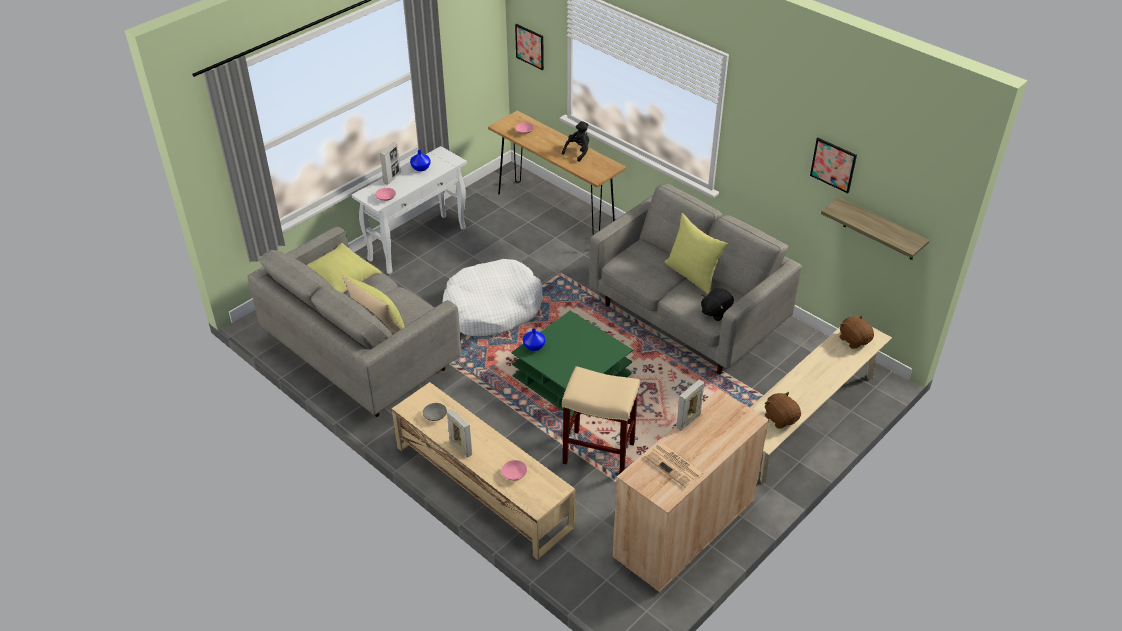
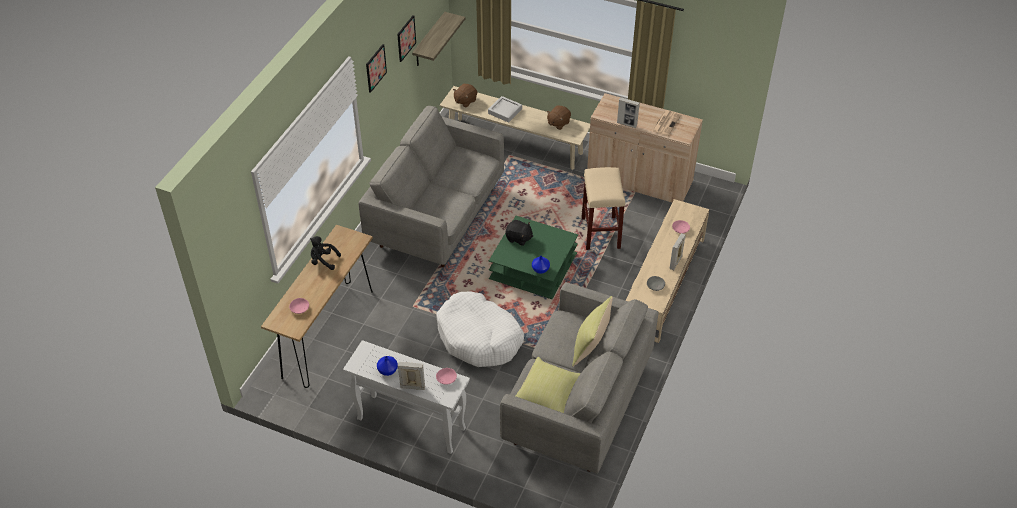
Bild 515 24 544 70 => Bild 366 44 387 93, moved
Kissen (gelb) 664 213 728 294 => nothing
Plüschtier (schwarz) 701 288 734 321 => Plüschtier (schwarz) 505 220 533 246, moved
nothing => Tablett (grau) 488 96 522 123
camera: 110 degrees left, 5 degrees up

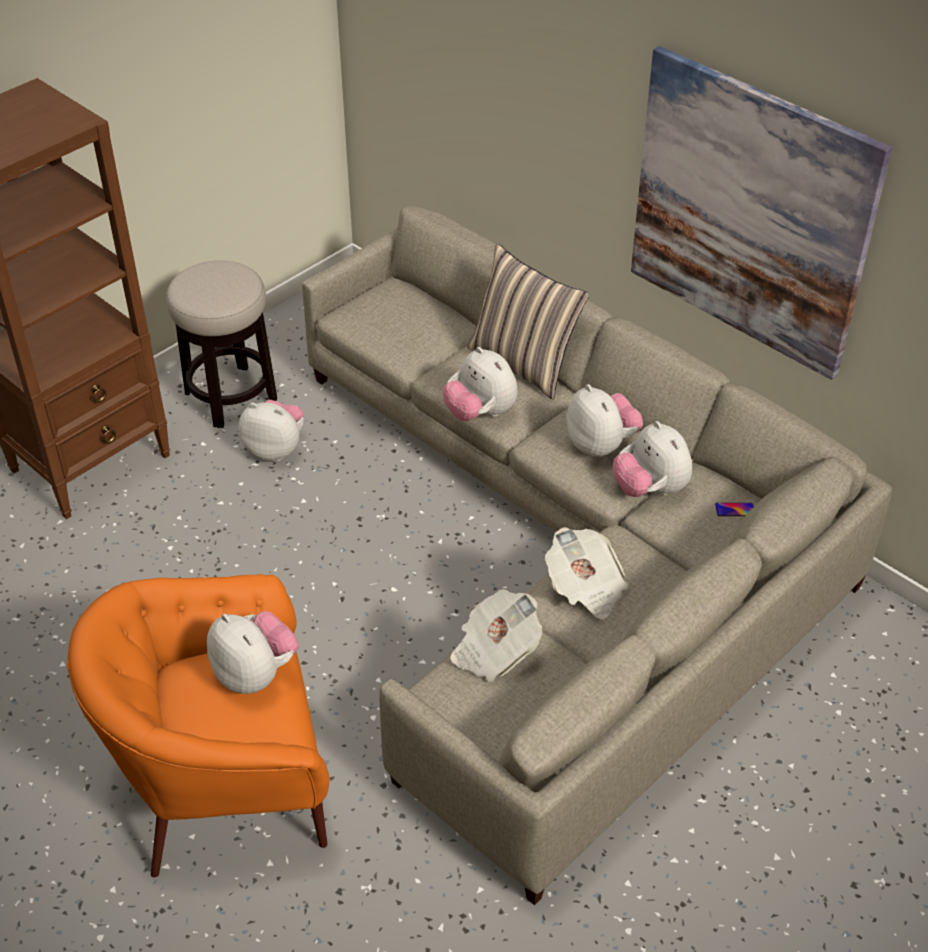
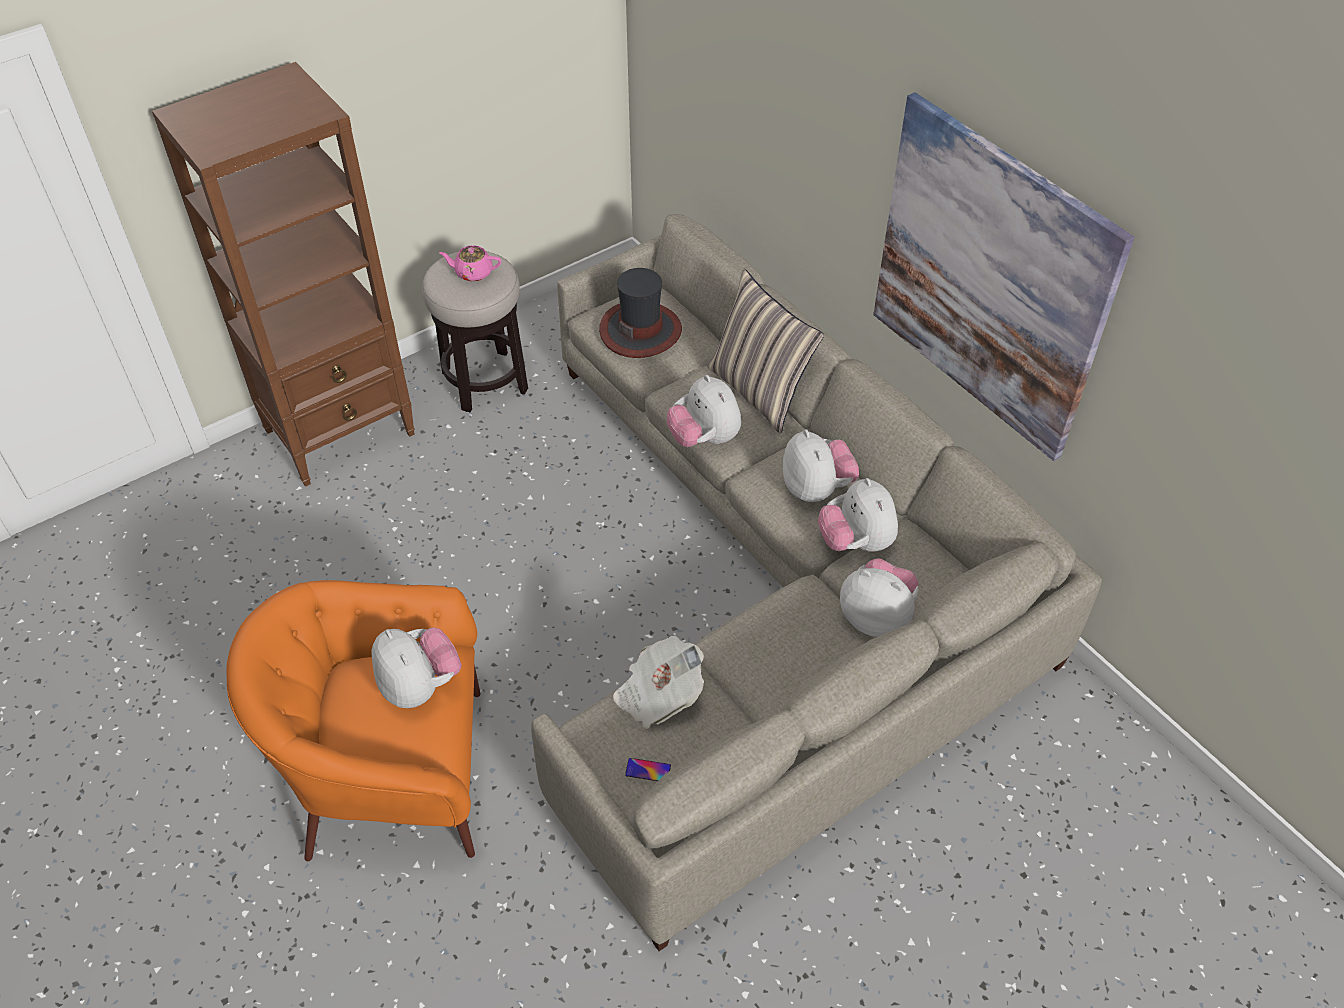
Plüschtier 239 400 304 460 => Plüschtier 840 558 919 637, moved
Handy 715 503 753 516 => Handy 625 758 671 781, moved
Zeitung 545 527 629 619 => nothing
nothing => Teekanne (rosa) 439 245 501 282
nothing => Hut 599 268 682 358
camera: 10 degrees right, 5 degrees up

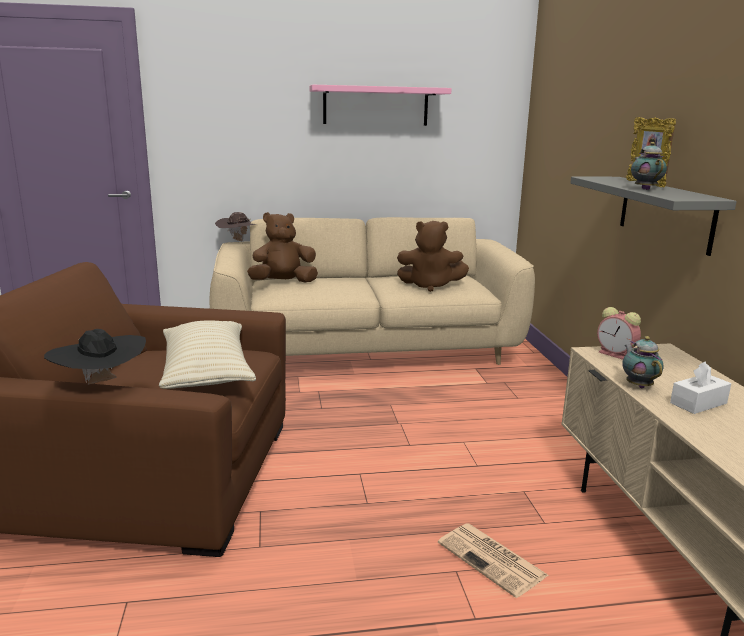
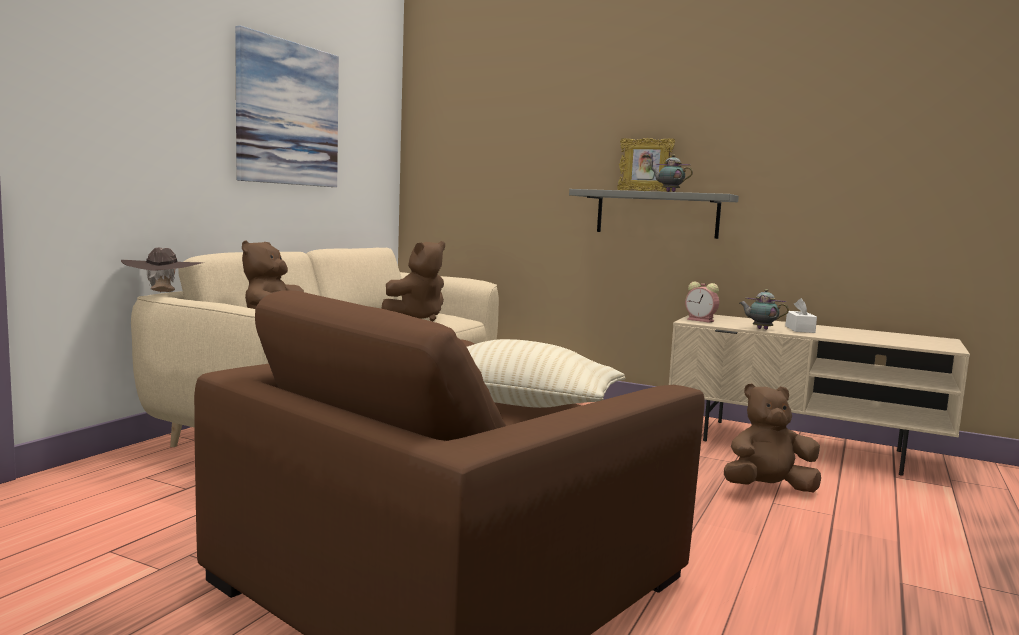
Wandregal (rosa) 309 85 452 126 => Bild 235 25 339 187
Wecker 597 307 641 360 => Wecker 685 282 719 323, 45 degrees clockwise
Hut (schwarz) 44 329 146 384 => nothing
Zeitung 438 524 548 598 => Plüschtier (braun) 724 383 821 493
camera: 55 degrees left, 10 degrees down

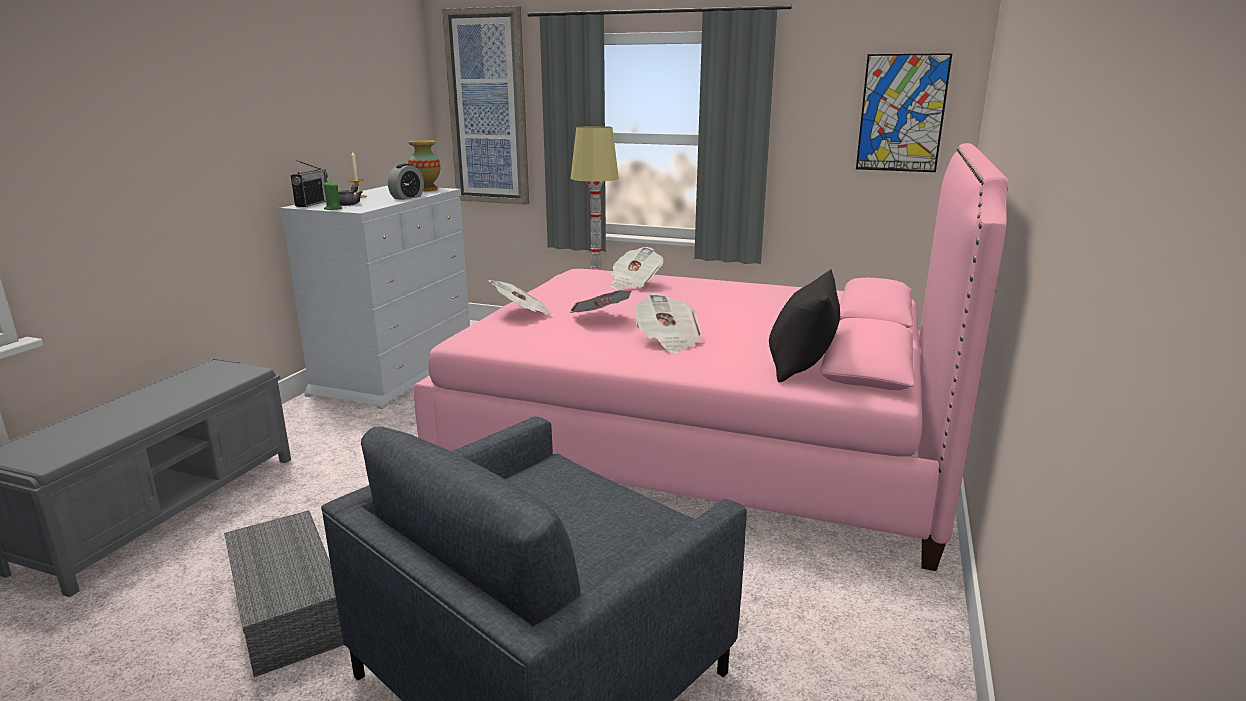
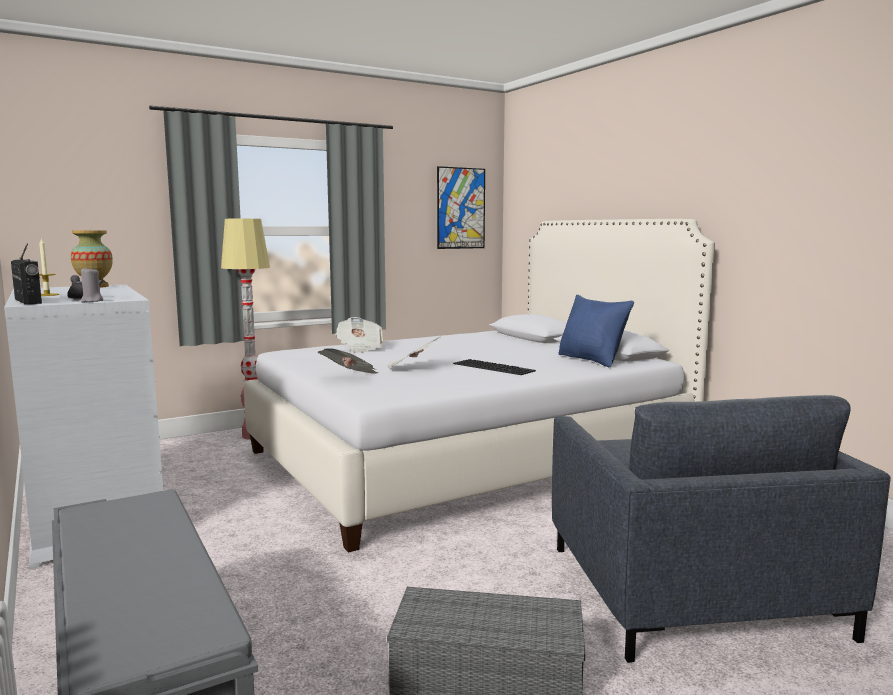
Bild 442 6 529 205 => nothing
Bett (rosa) 414 143 1008 571 => Bett (weiß) 244 219 715 553
Wecker 388 164 424 200 => nothing
Kerze (grün) 324 182 342 210 => Kerze (grau) 80 267 103 302
Kissen (schwarz) 769 269 840 382 => Kissen (blau) 558 295 634 367
Zeitung 635 294 702 353 => Tastatur 453 359 536 375
camera: 50 degrees left, 10 degrees down

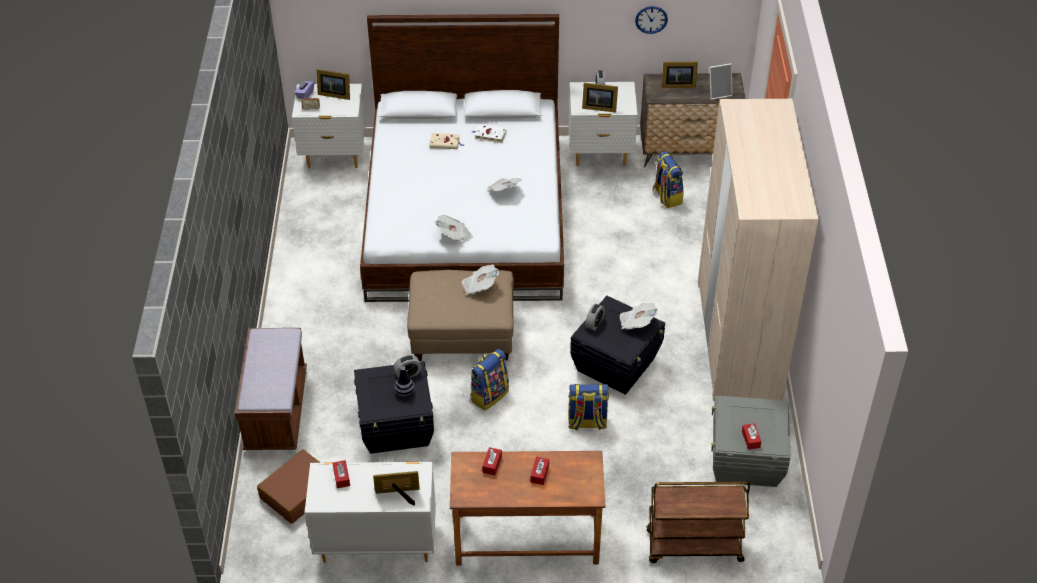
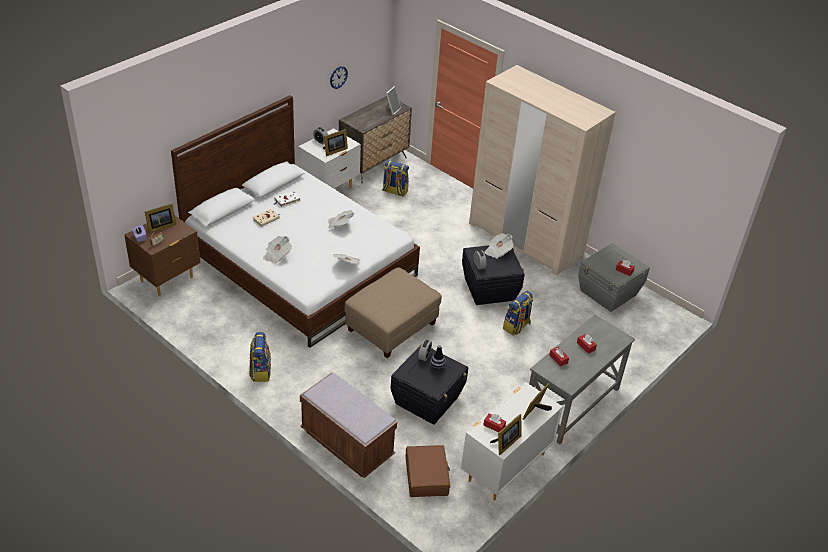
Bilderrahmen 662 62 698 88 => Bilderrahmen 490 414 522 455, moved
Nachttisch (weiß) 292 84 366 168 => Nachttisch (braun) 124 216 200 296
Zeitung 462 264 499 295 => Zeitung 263 236 292 263, moved
Rucksack 470 349 509 411 => Rucksack 249 332 271 382, moved
Schreibtisch (braun) 450 451 606 566 => Schreibtisch (grau) 529 315 635 445
Rollwagen (braun) 646 482 750 563 => nothing
camera: 50 degrees left, 5 degrees down

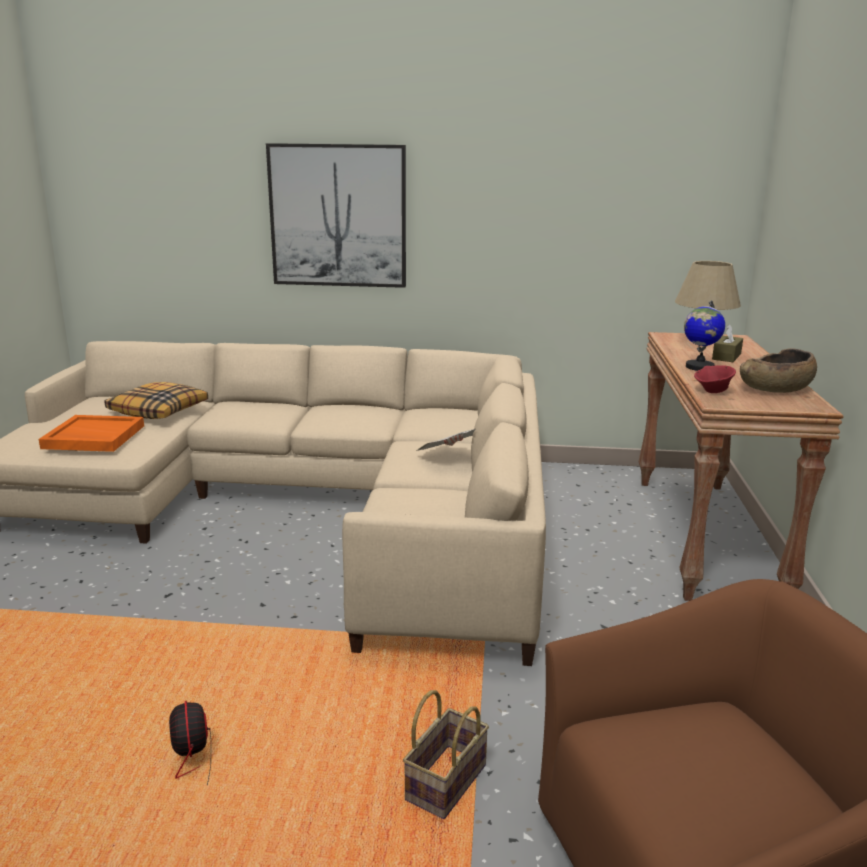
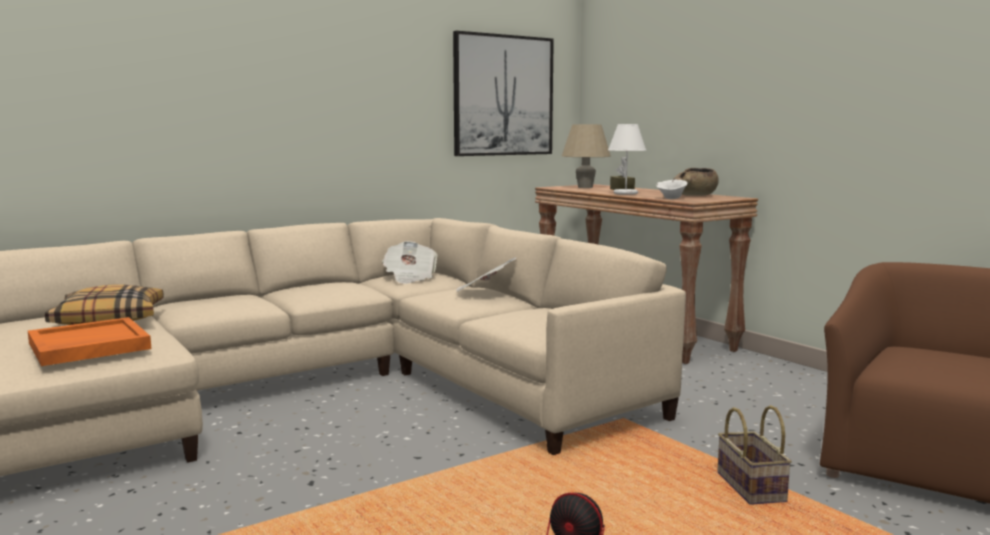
Bild 266 143 406 288 => Bild 453 31 554 156, moved
Globus 684 300 725 371 => Tischlampe (weiß) 608 124 646 195
Schüssel (rot) 694 365 736 393 => Schüssel (weiß) 656 180 688 199
nothing => Zeitung 382 241 438 284
camera: 40 degrees left, 10 degrees down

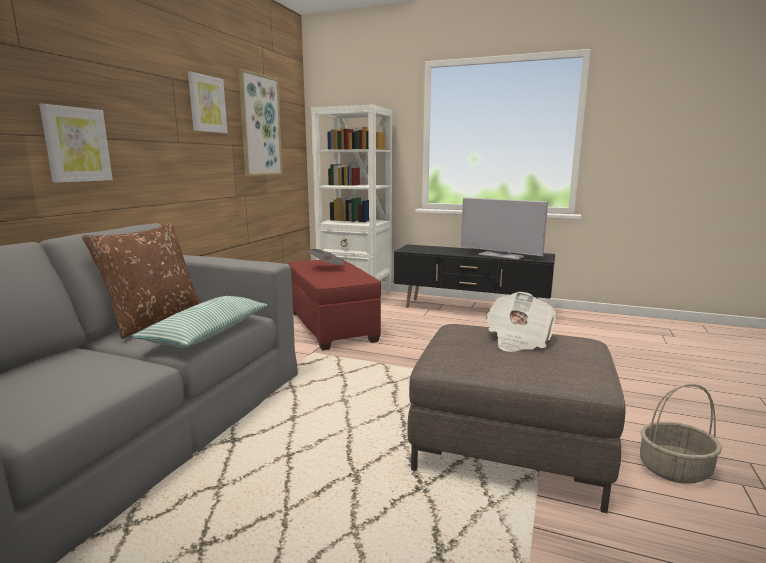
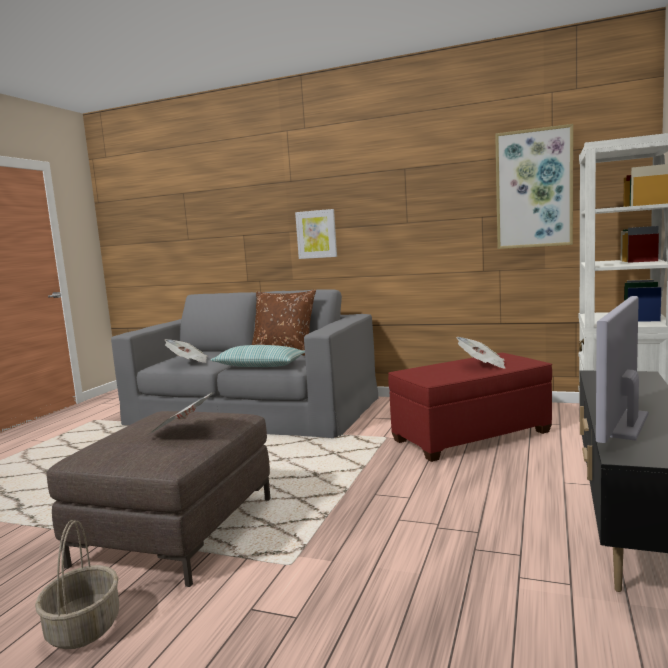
Bild 188 72 228 133 => nothing
nothing => Zeitung 165 339 208 363
camera: 90 degrees right, 5 degrees down

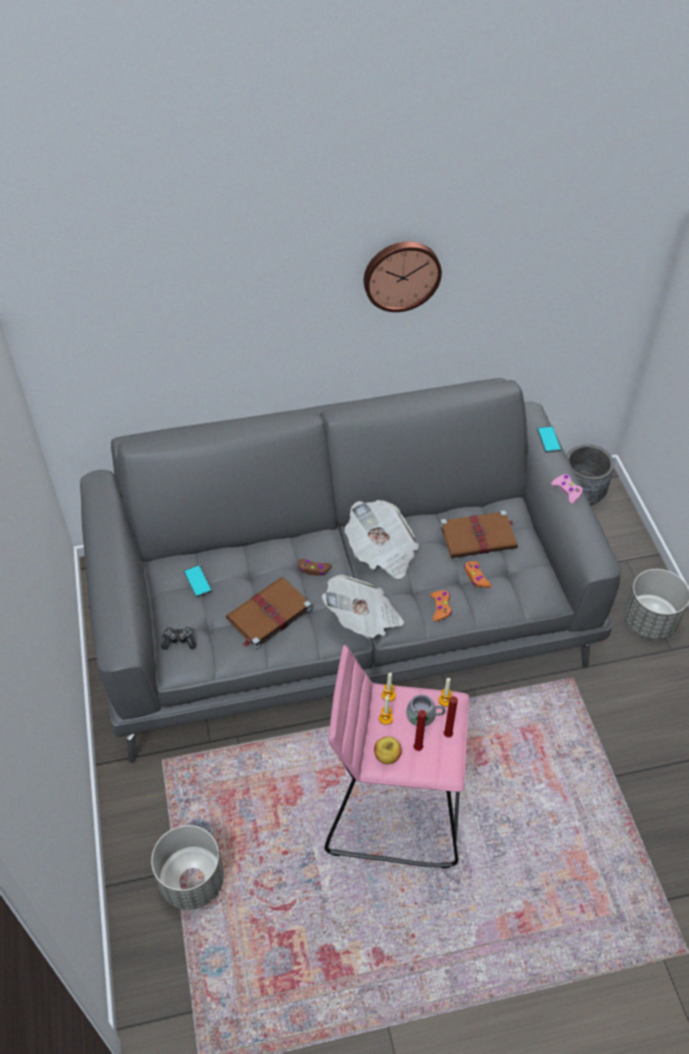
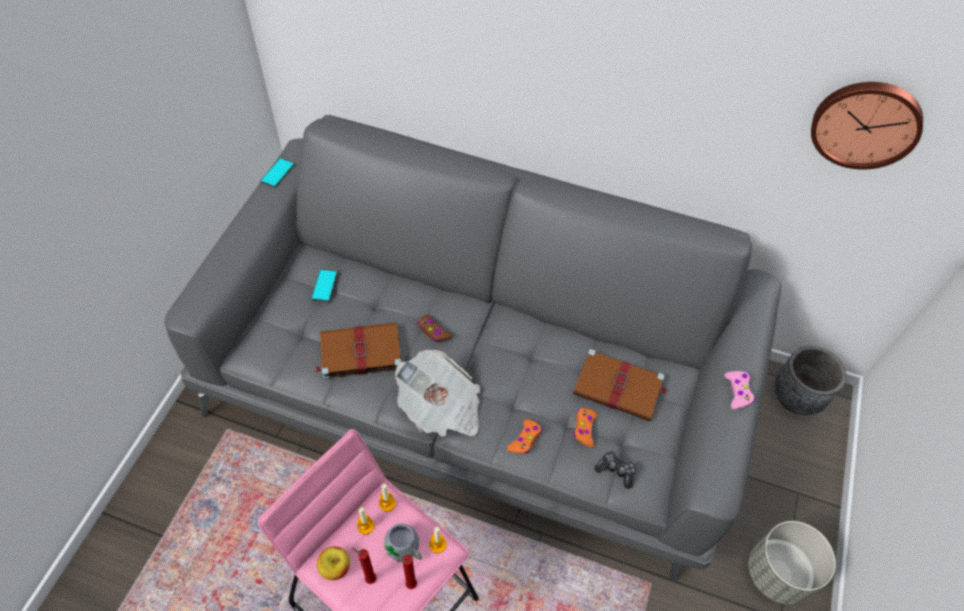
Wanduhr 364 242 442 312 => Wanduhr 811 82 923 170, moved
Handy 537 426 561 453 => Handy 260 158 295 188, moved
Zeitung 345 500 419 579 => nothing
Gamepad 161 626 196 650 => Gamepad 595 451 636 489, moved
Pflanzkübel (grau) 151 825 224 910 => nothing
camera: 30 degrees right, 5 degrees up

